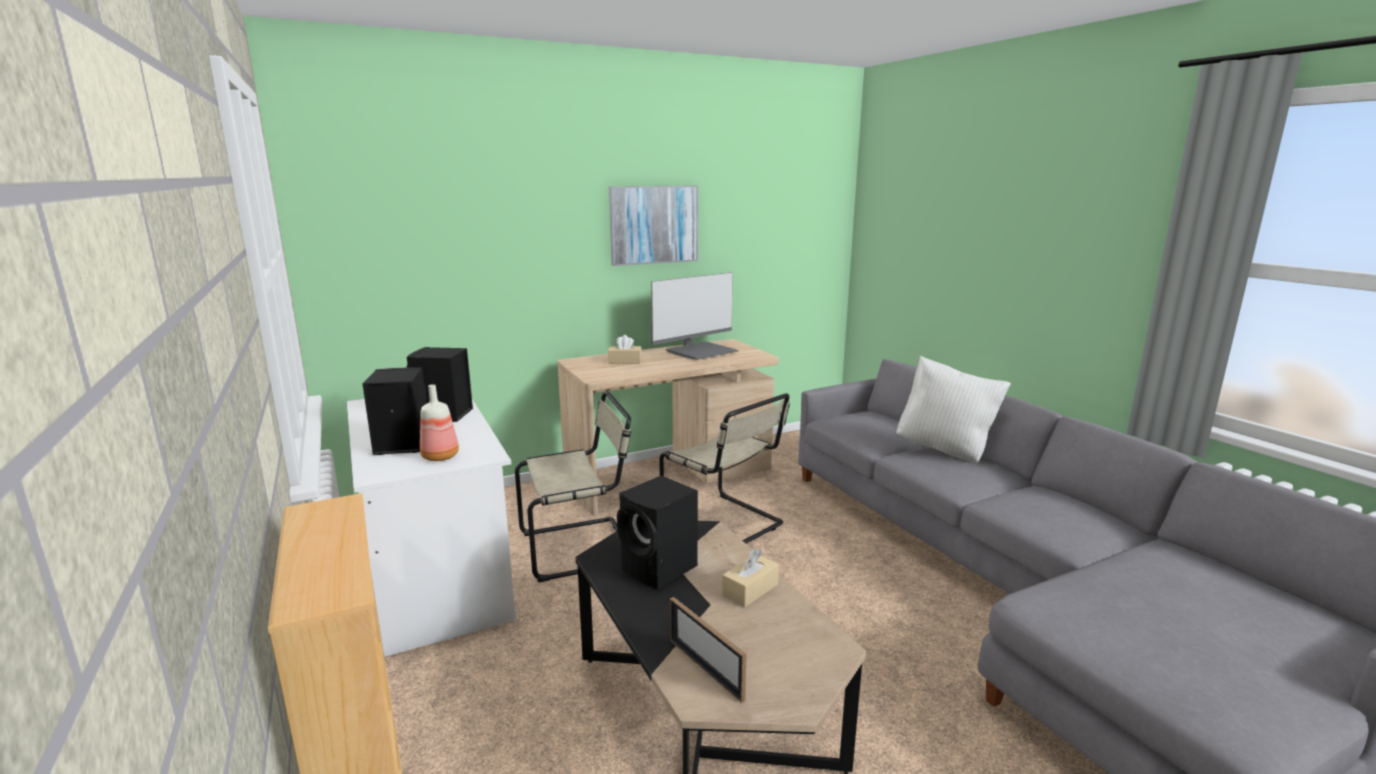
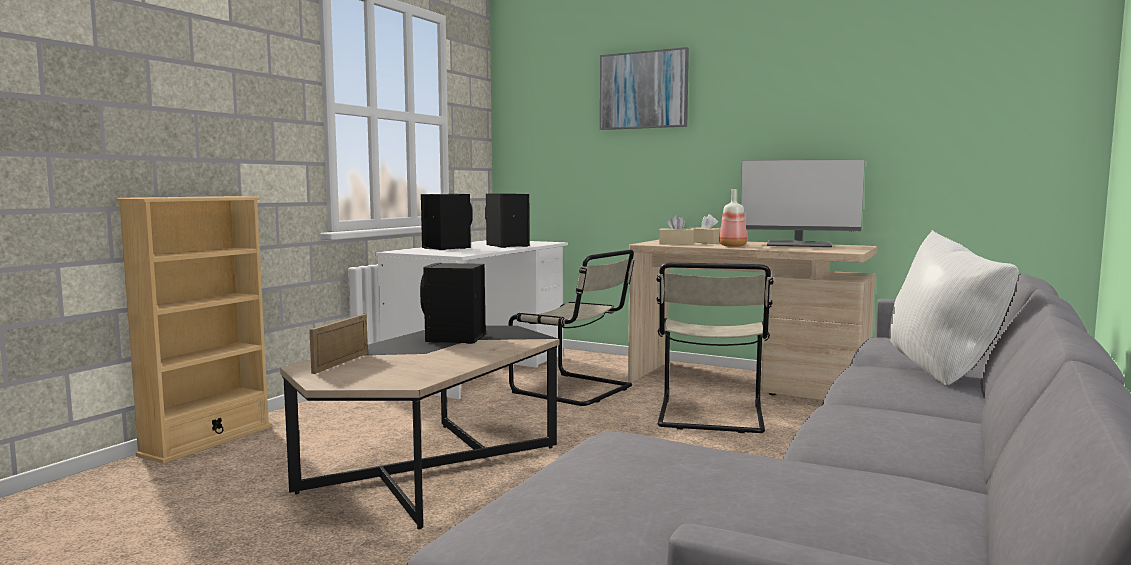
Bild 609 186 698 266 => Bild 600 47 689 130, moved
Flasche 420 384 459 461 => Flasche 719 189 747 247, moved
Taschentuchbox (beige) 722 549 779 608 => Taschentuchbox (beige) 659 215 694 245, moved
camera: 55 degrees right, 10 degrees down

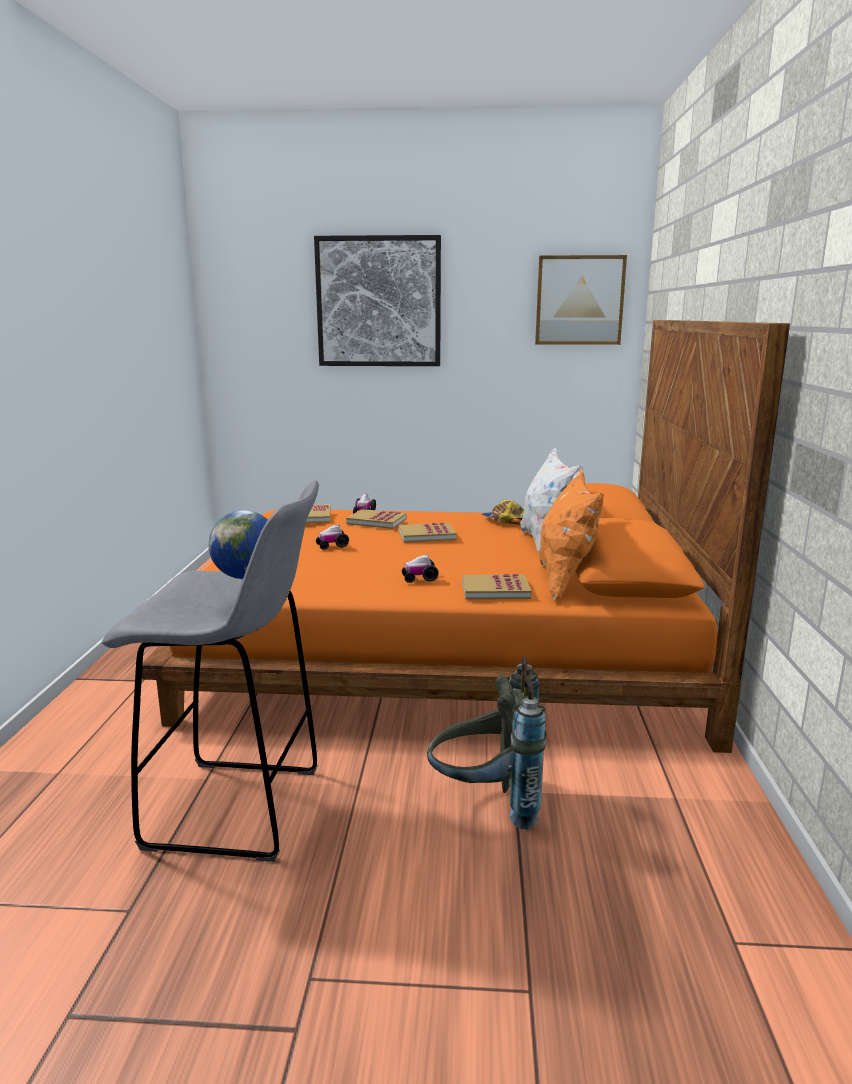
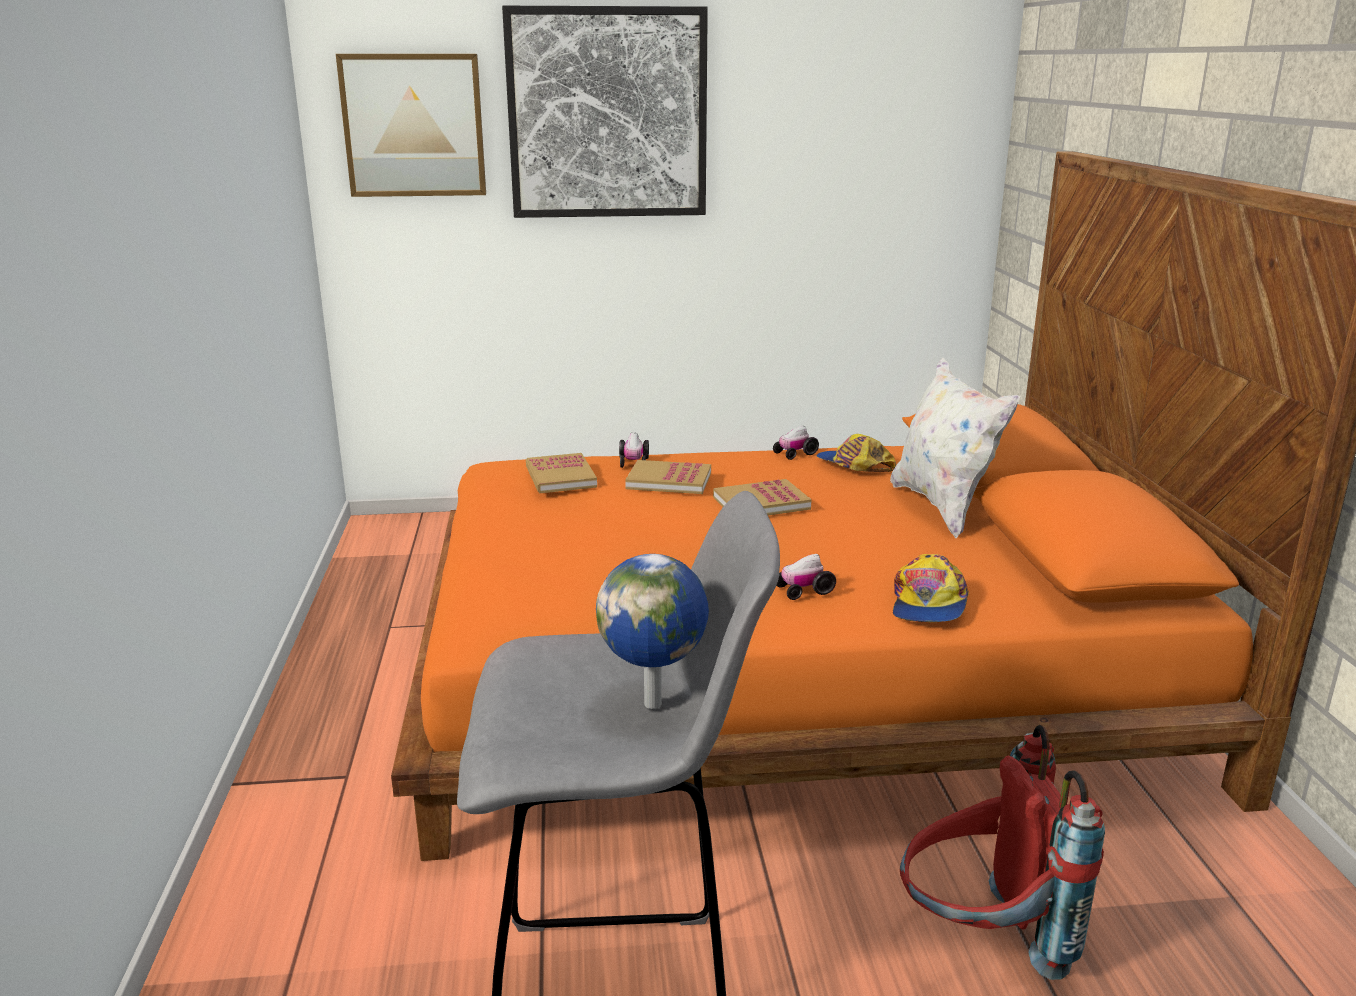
Bild 535 255 627 345 => Bild 336 54 486 197, moved
Kissen (orange) 539 468 604 601 => nothing
Spielzeugauto 316 525 349 550 => Spielzeugauto 773 426 819 460, moved
Buch 462 574 532 600 => Kappe 893 554 969 622
Rucksack (grau) 427 656 546 830 => Rucksack (rot) 900 725 1105 980
camera: 10 degrees left, 5 degrees up

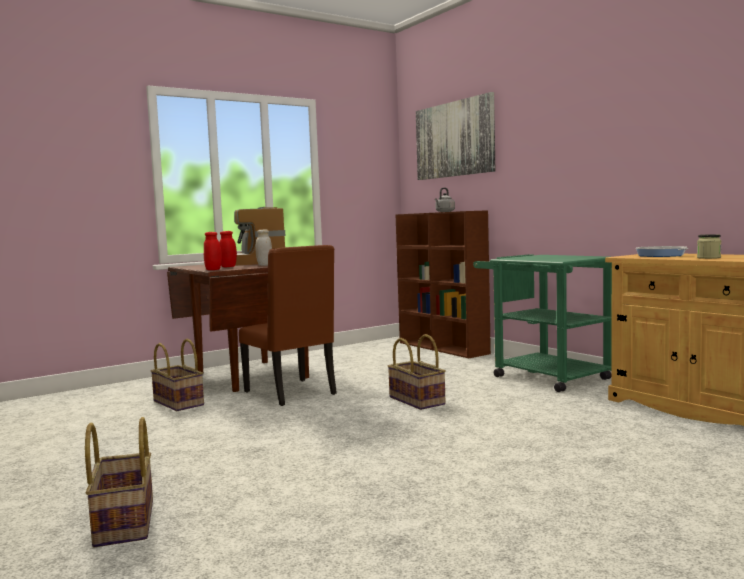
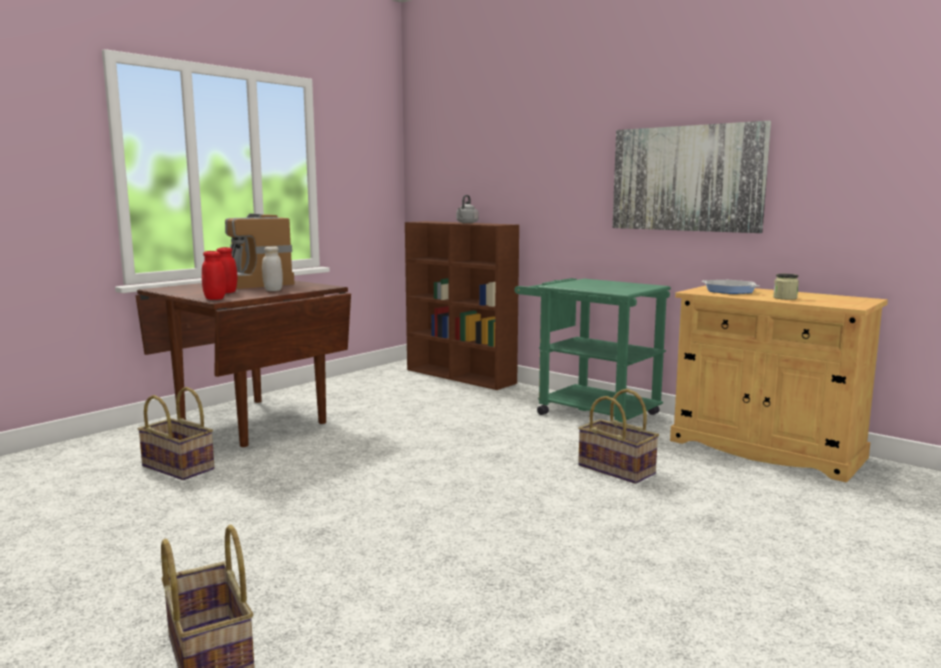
Bild 416 92 495 180 => Bild 613 121 771 233, moved
Stuhl (braun) 239 245 337 406 => nothing
Korb 388 334 446 410 => Korb 578 389 659 484, moved
camera: 15 degrees left, 5 degrees up

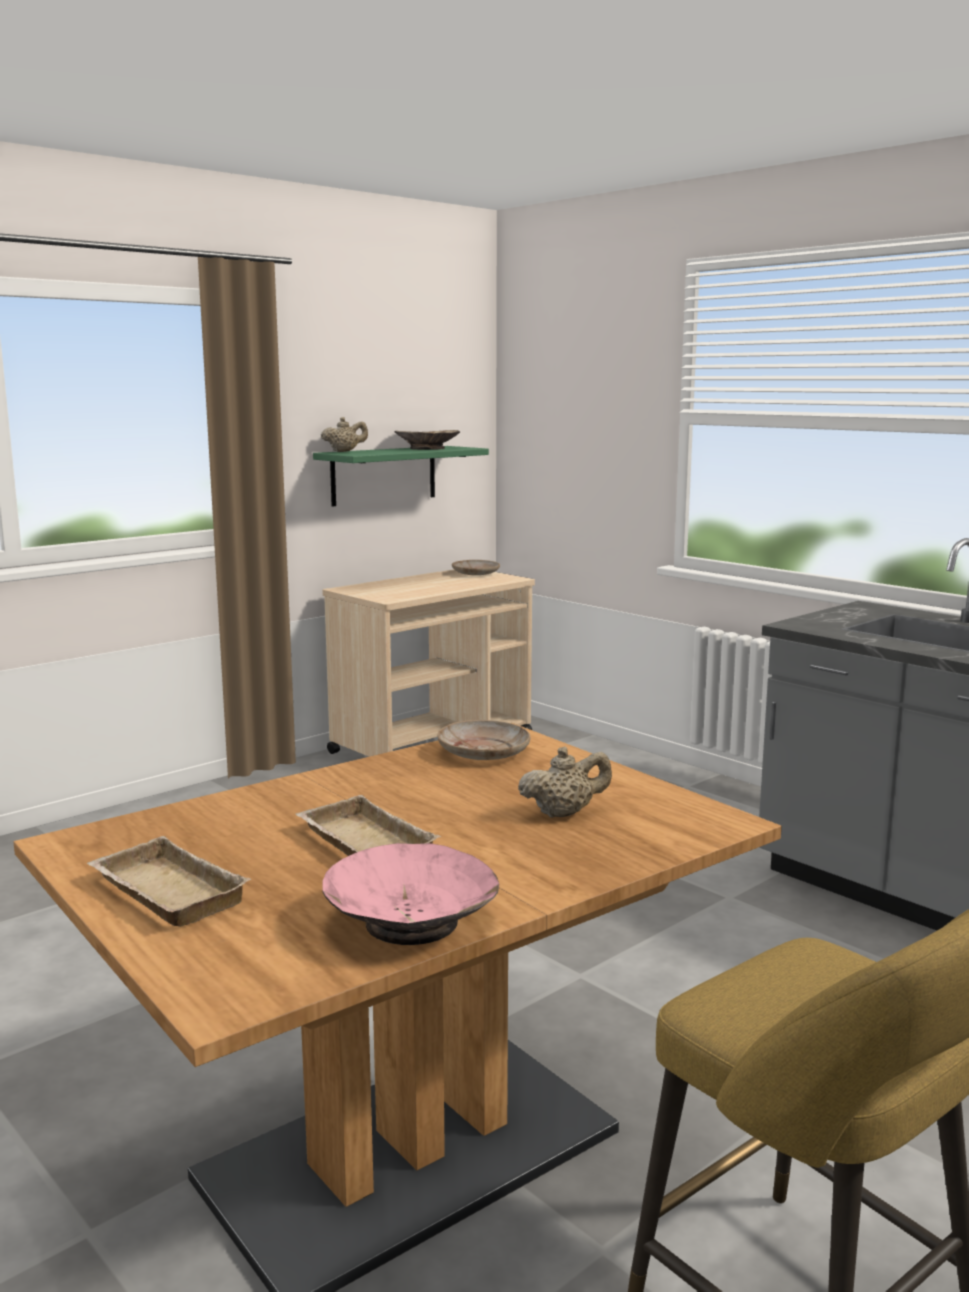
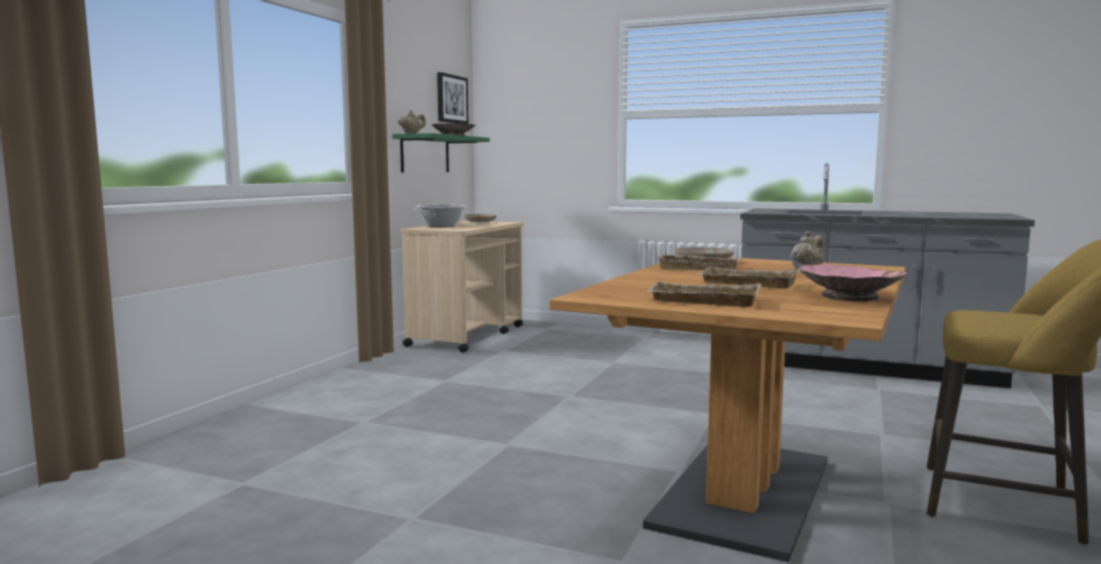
nothing => Bild 437 72 468 124
nothing => Kochtopf 414 205 468 227
nothing => Tablett (beige) 658 254 741 270
camera: 25 degrees left, 5 degrees down

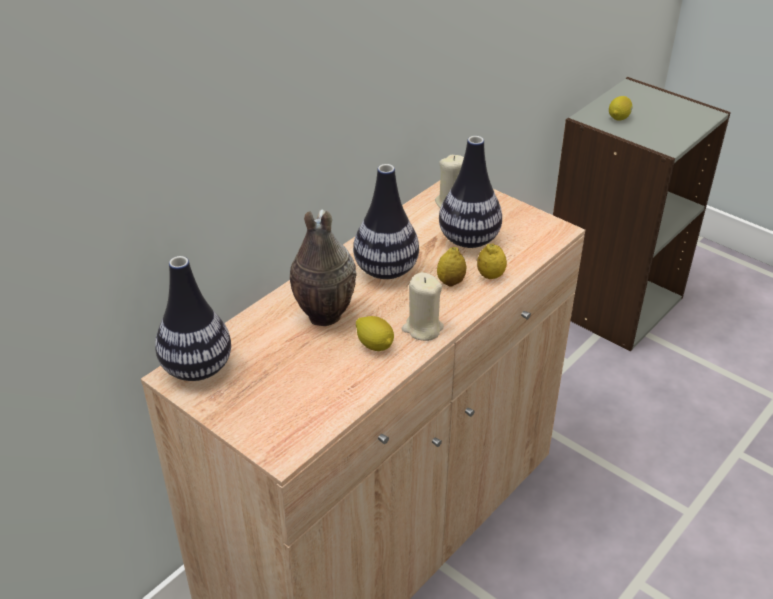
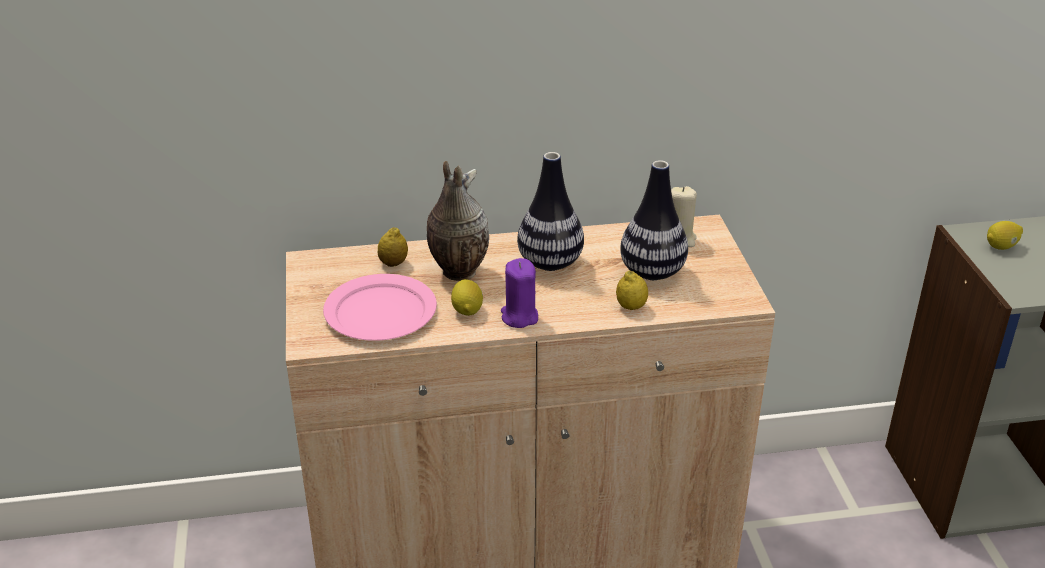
Zitrone 437 247 467 287 => Zitrone 378 227 408 267, moved
Vase 155 256 231 381 => nothing
Kerze (beige) 402 272 444 341 => Kerze (lila) 501 258 538 328
nothing => Teller (rosa) 323 274 437 341
camera: 40 degrees right, 5 degrees down

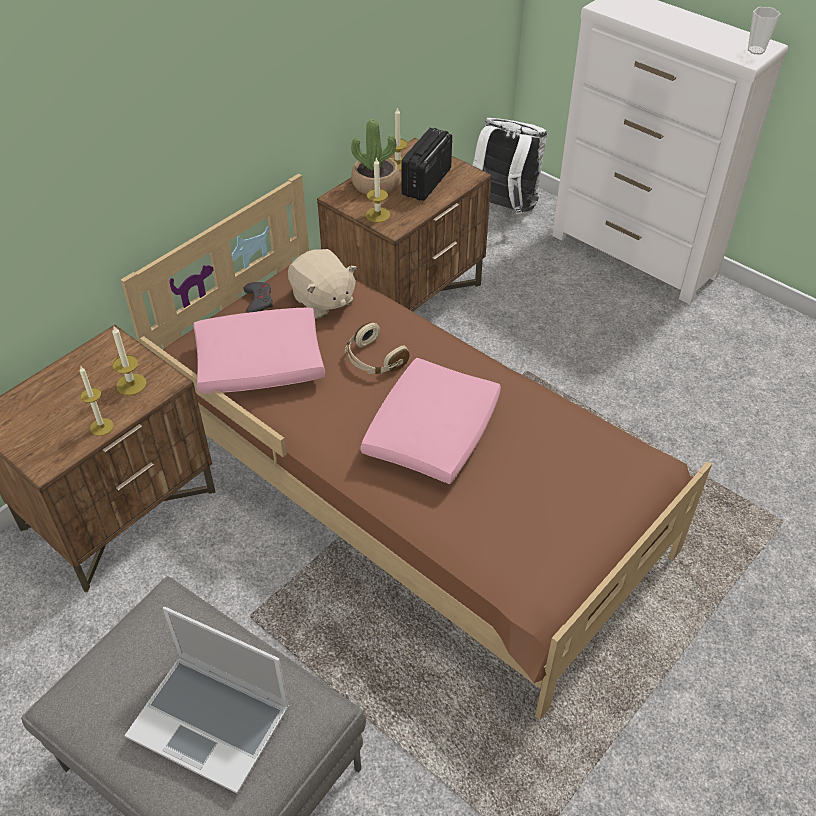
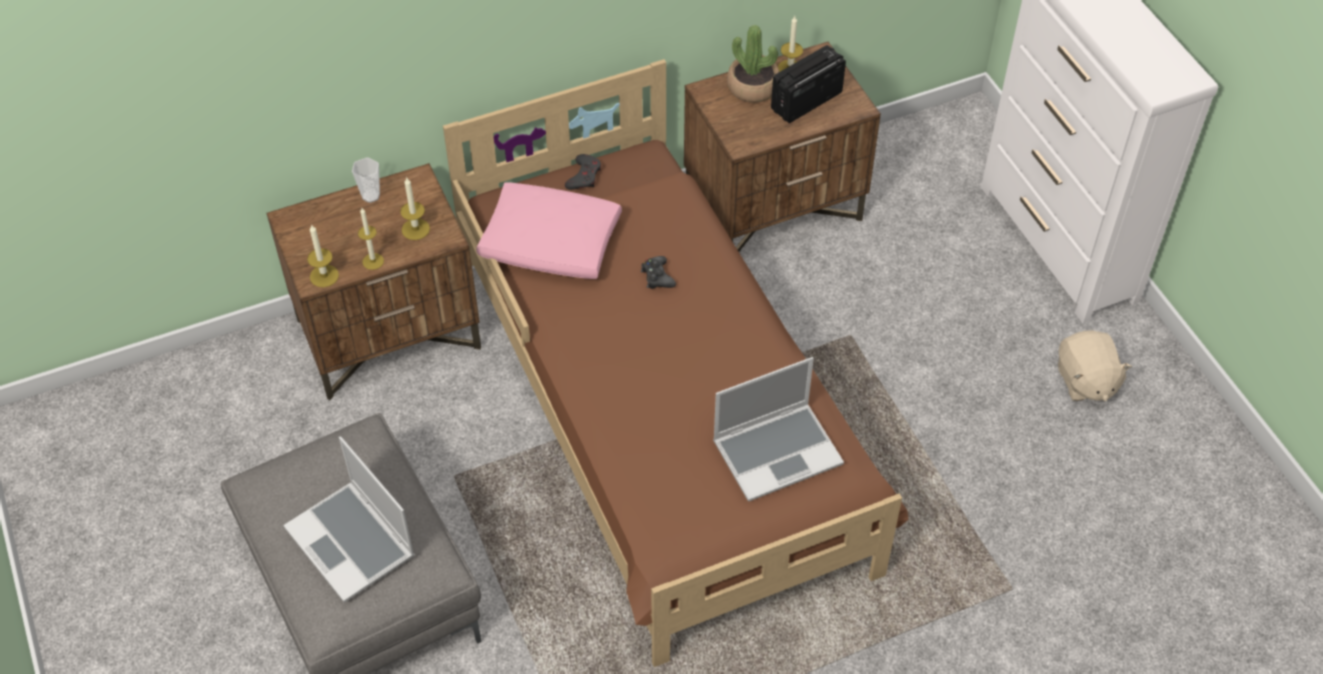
Tasse 748 7 780 55 => Tasse 352 157 380 203, moved
Rucksack (weiß) 472 118 547 214 => nothing
Kerze 366 157 390 223 => Kerze 307 224 339 287, moved
Plüschtier (beige) 288 249 357 319 => Plüschtier (beige) 1058 330 1132 401, moved
Kopfhörer (beige) 345 322 409 374 => Gamepad (schwarz) 641 256 676 289
Kissen (rosa) 360 358 501 484 => nothing
nothing => Laptop 713 357 844 502
camera: 25 degrees right, 5 degrees up

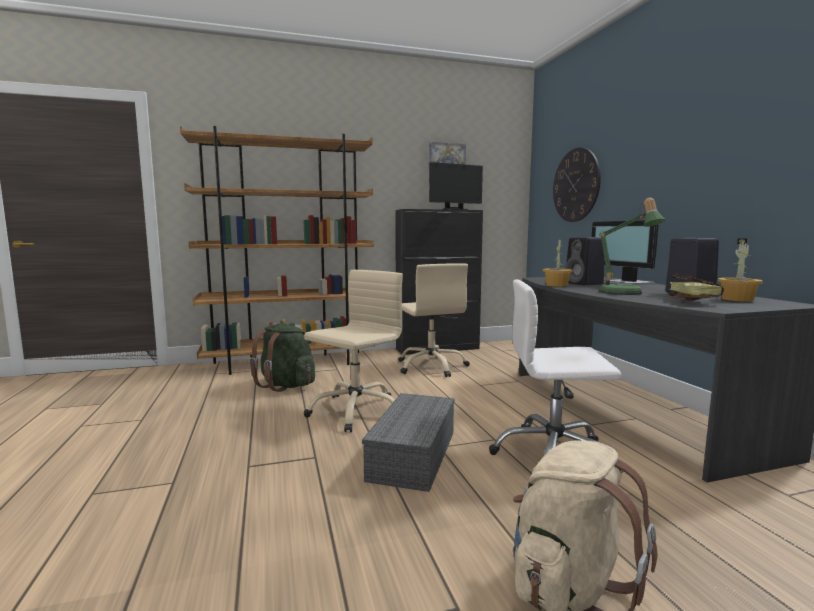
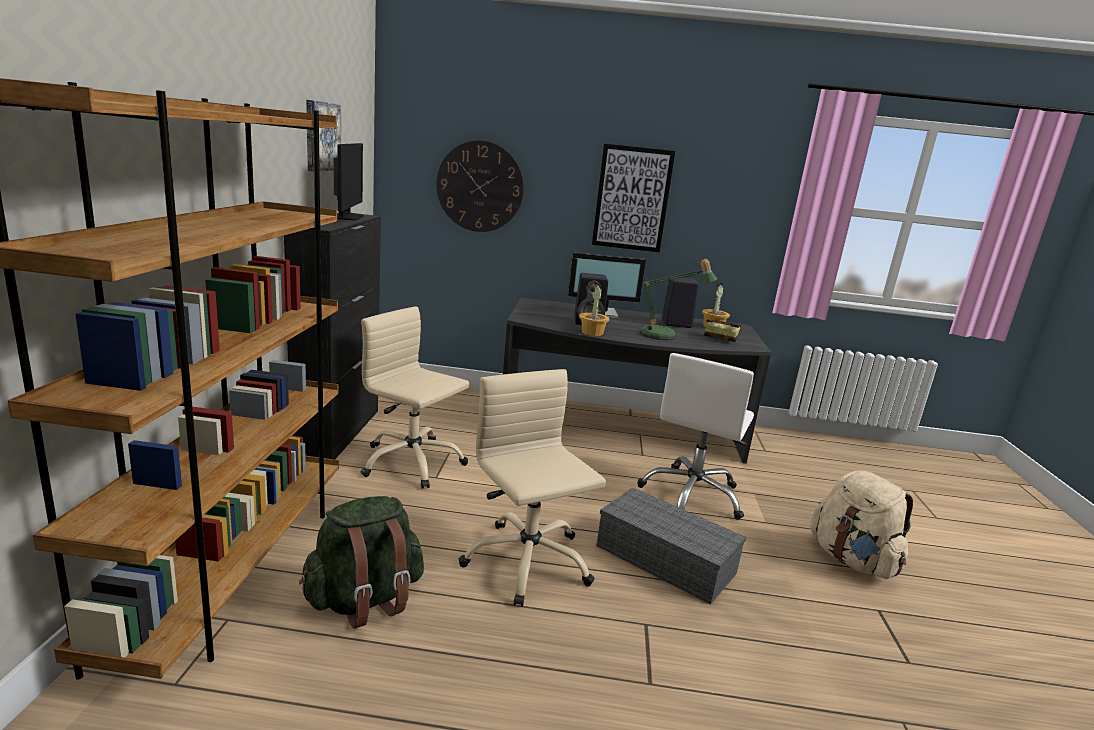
Bürostuhl (beige) 398 263 470 377 => Bürostuhl (beige) 360 306 469 489, 150 degrees counterclockwise
nothing => Bild 592 144 675 252
camera: 70 degrees left, 10 degrees up

